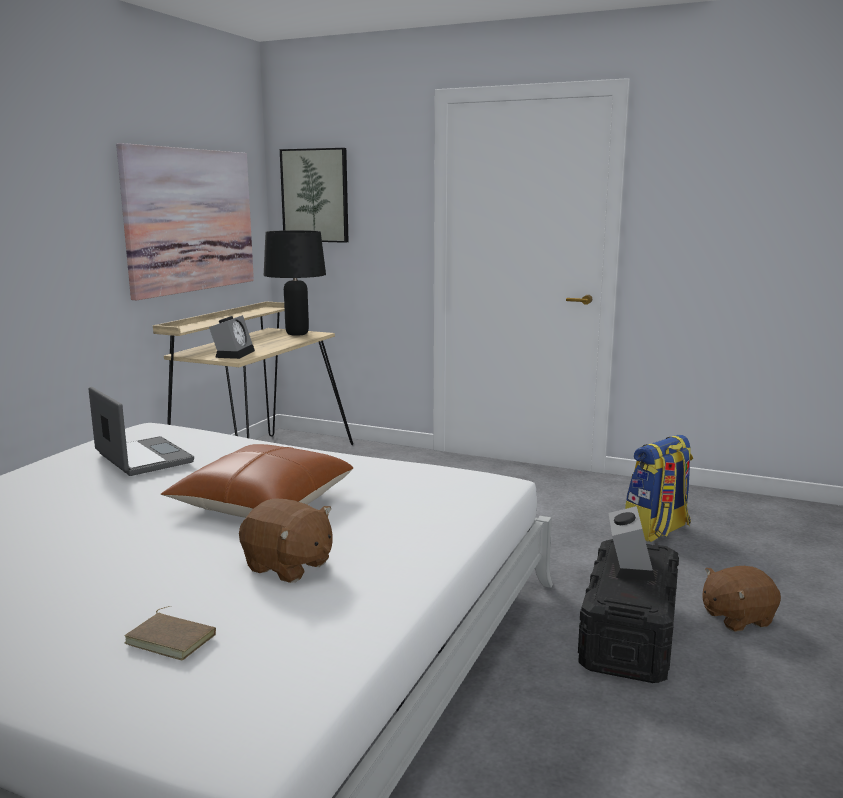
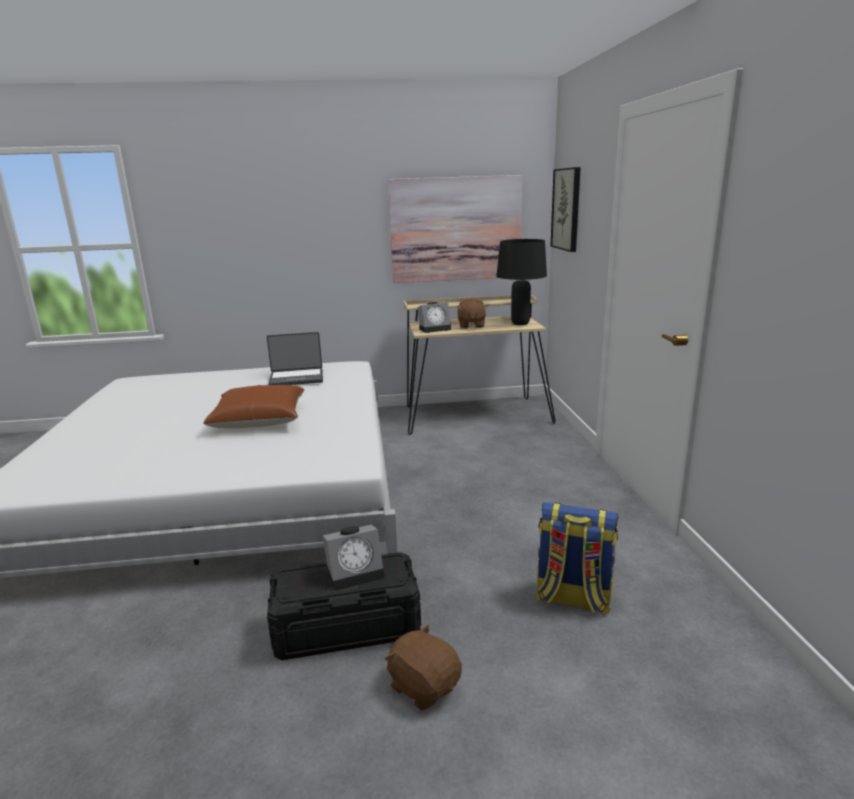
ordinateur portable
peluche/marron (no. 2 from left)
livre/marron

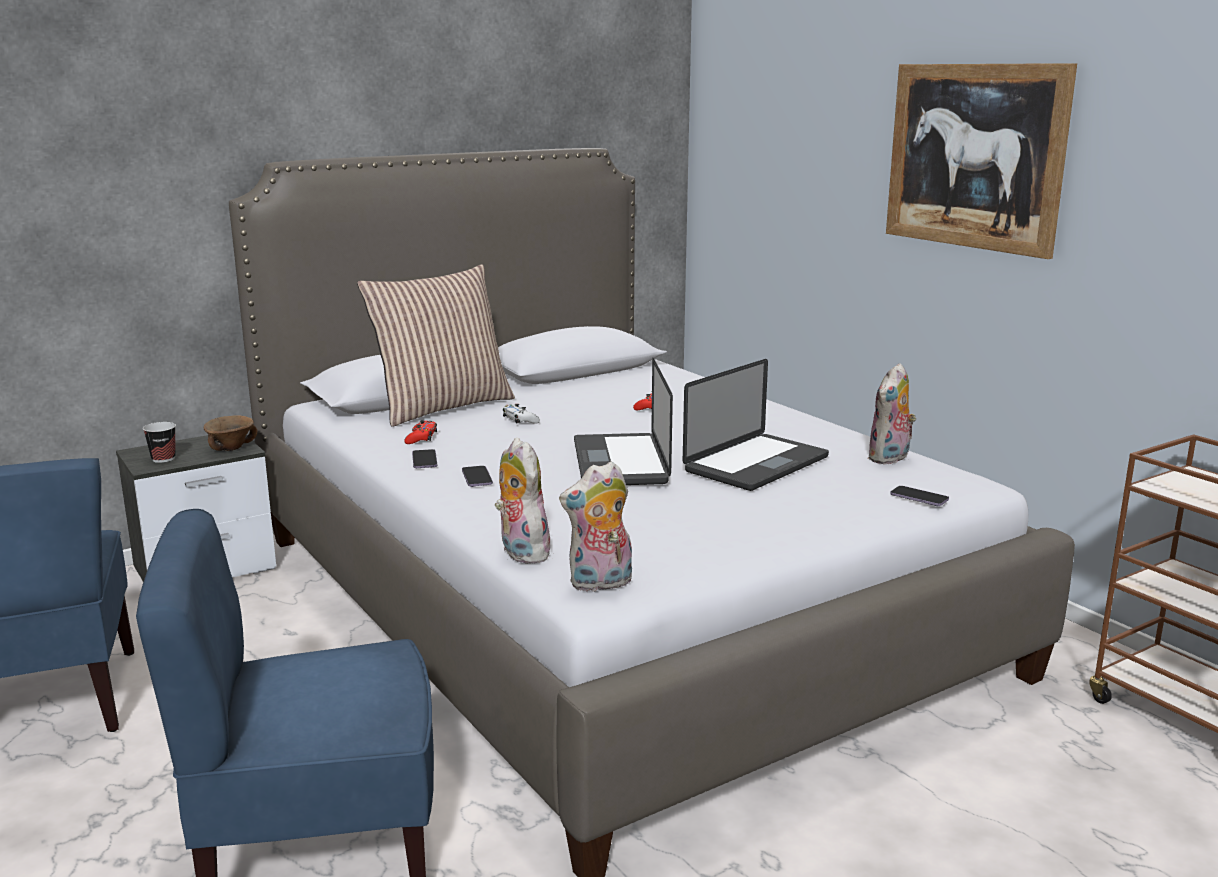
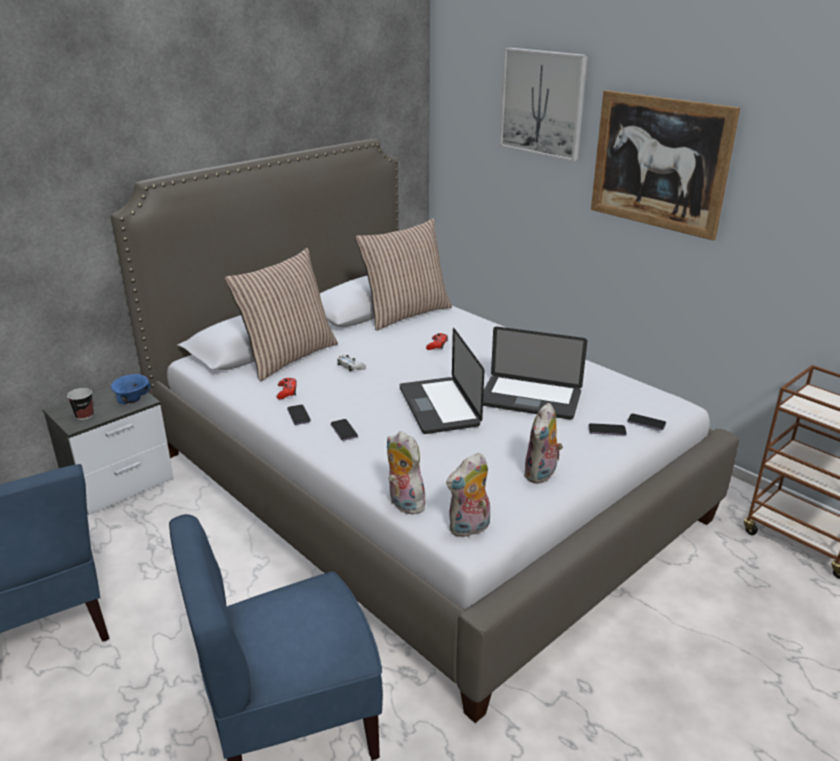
bol/bleu
coussin (no. 2 from left)
ordinateur portable (no. 2 from left)
tableau (no. 1 from left)
peluche (no. 3 from left)
téléphone (no. 3 from left)

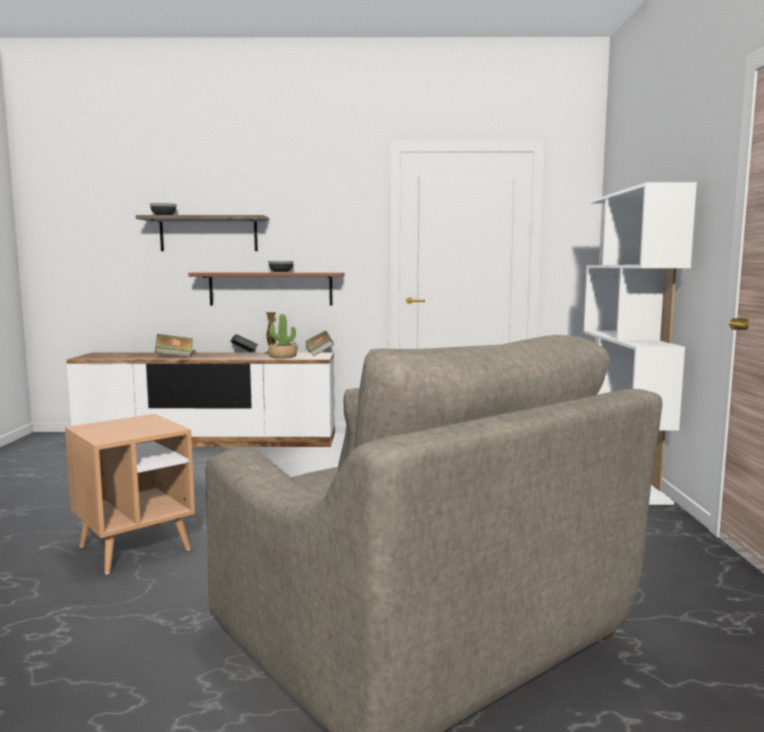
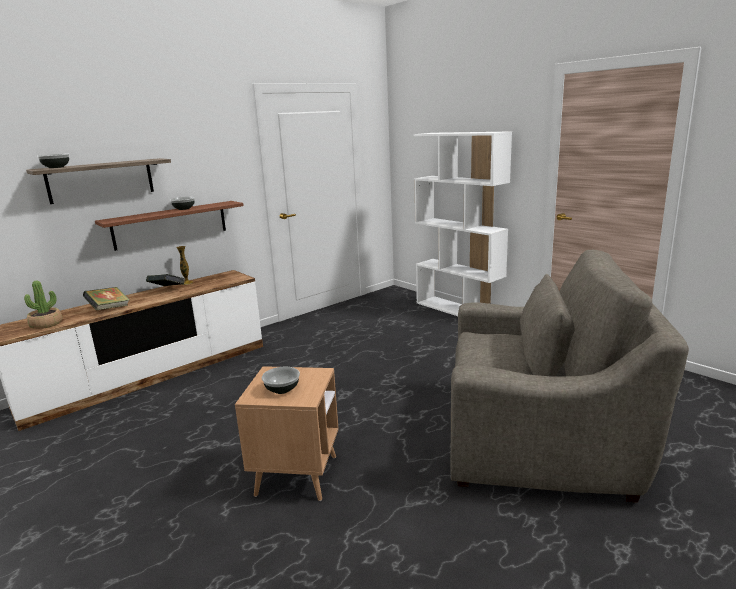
plante en pot
bol (no. 3 from left)
livre (no. 3 from left in the first image)

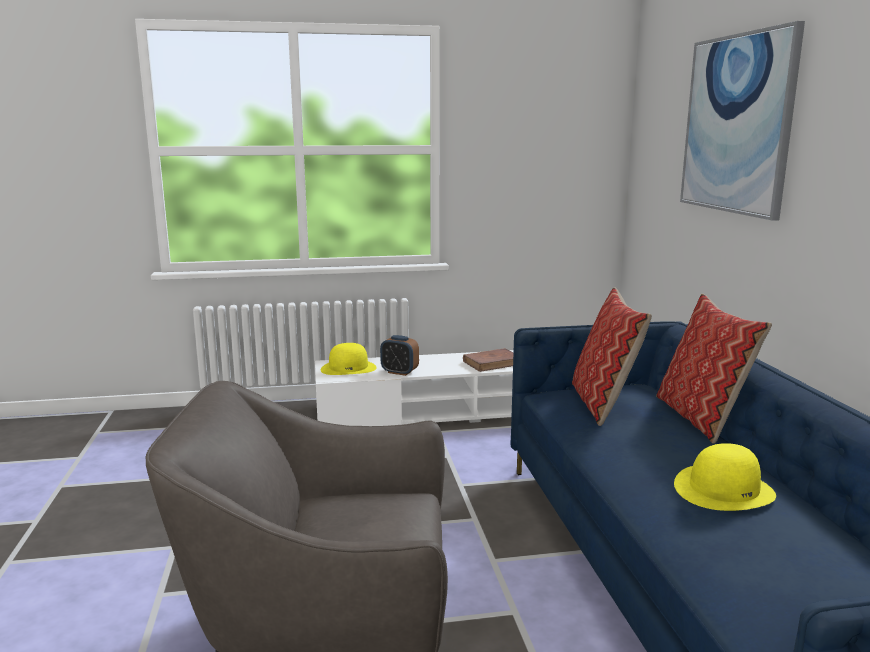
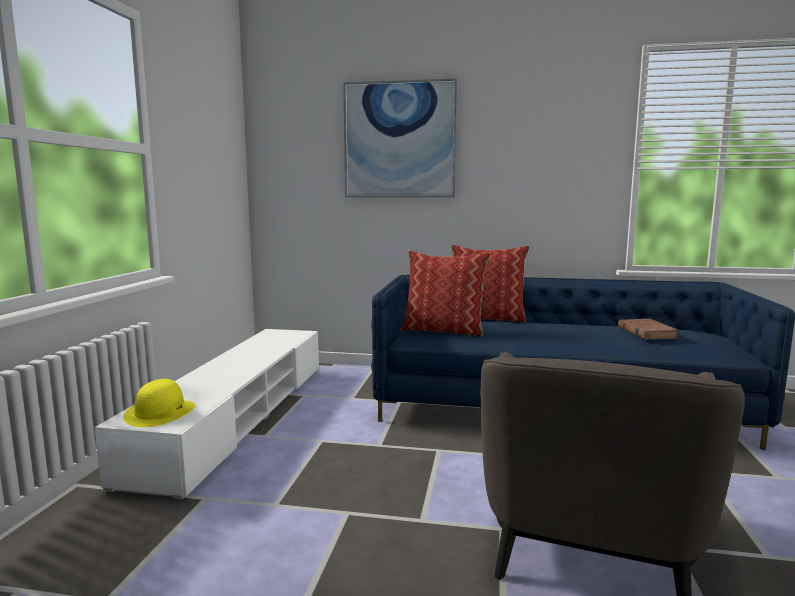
livre/marron
réveil
chapeau/jaune (no. 2 from left in the first image)

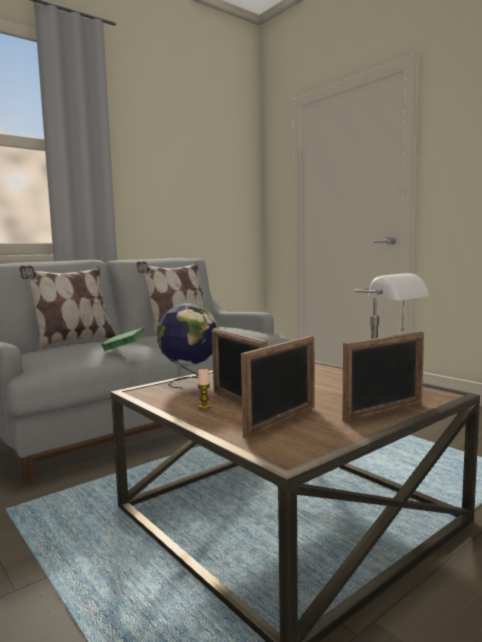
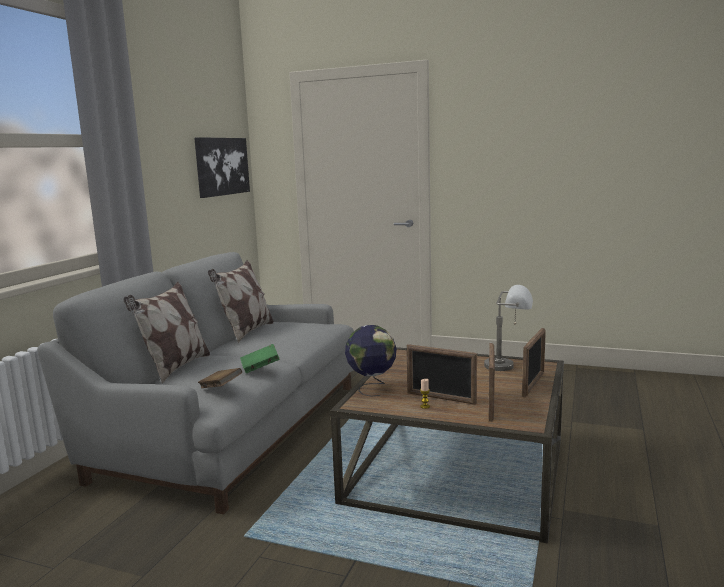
tableau
livre/marron

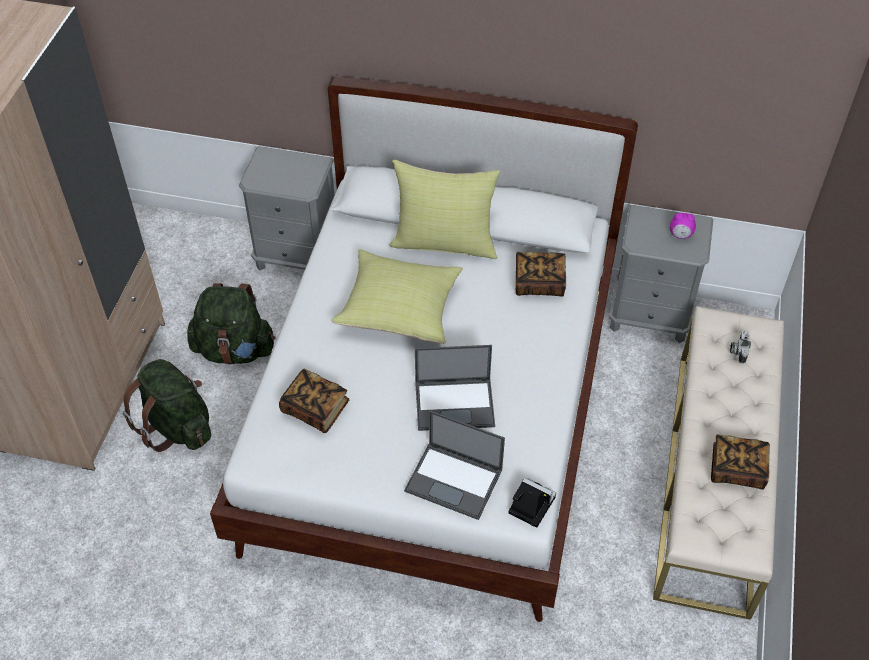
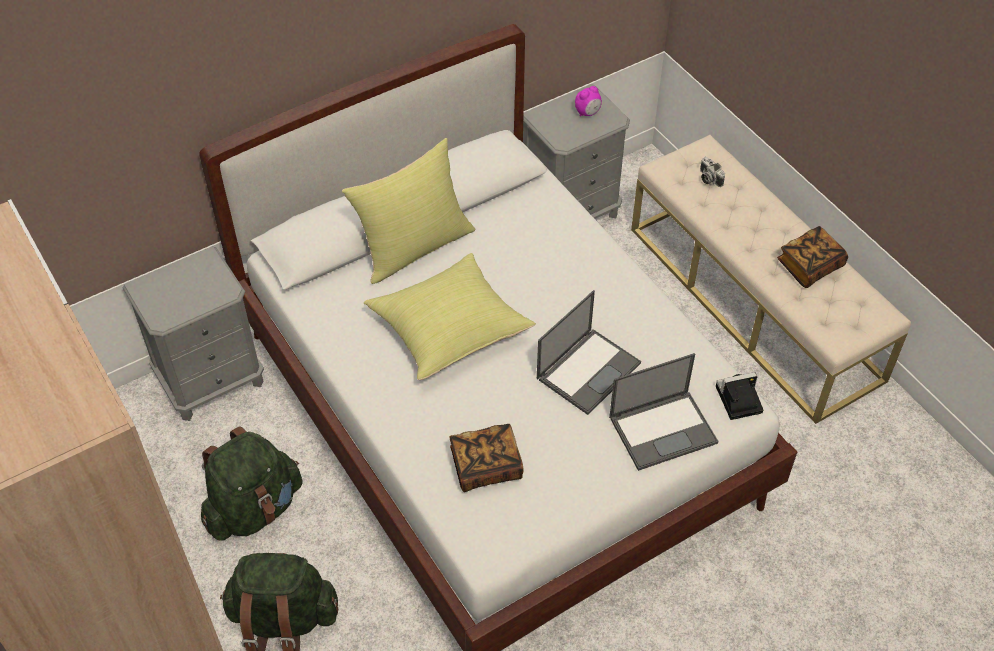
livre (no. 2 from left in the first image)

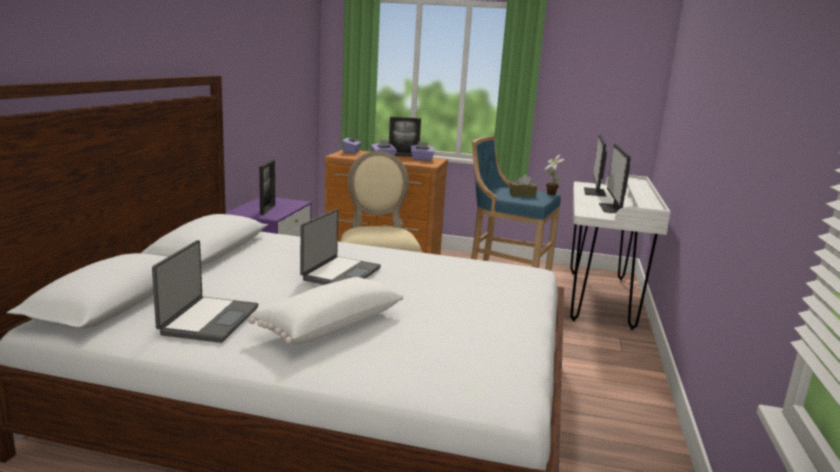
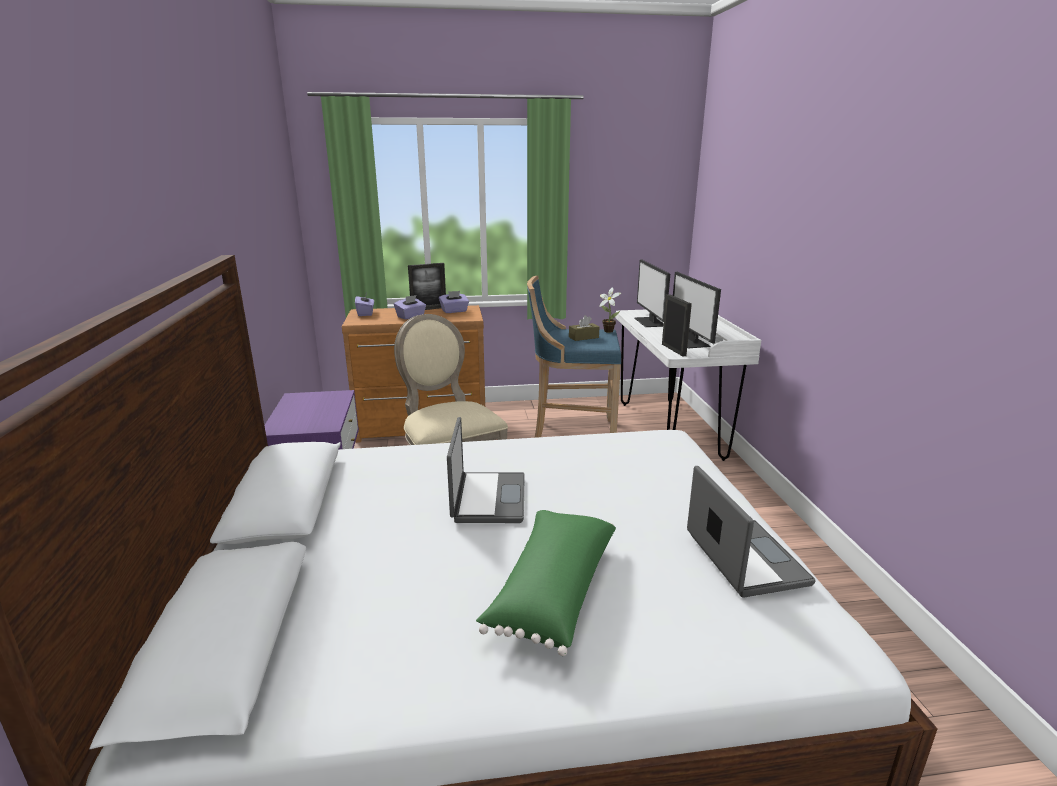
coussin/vert
cadre photo (no. 2 from left)
ordinateur portable (no. 2 from left)

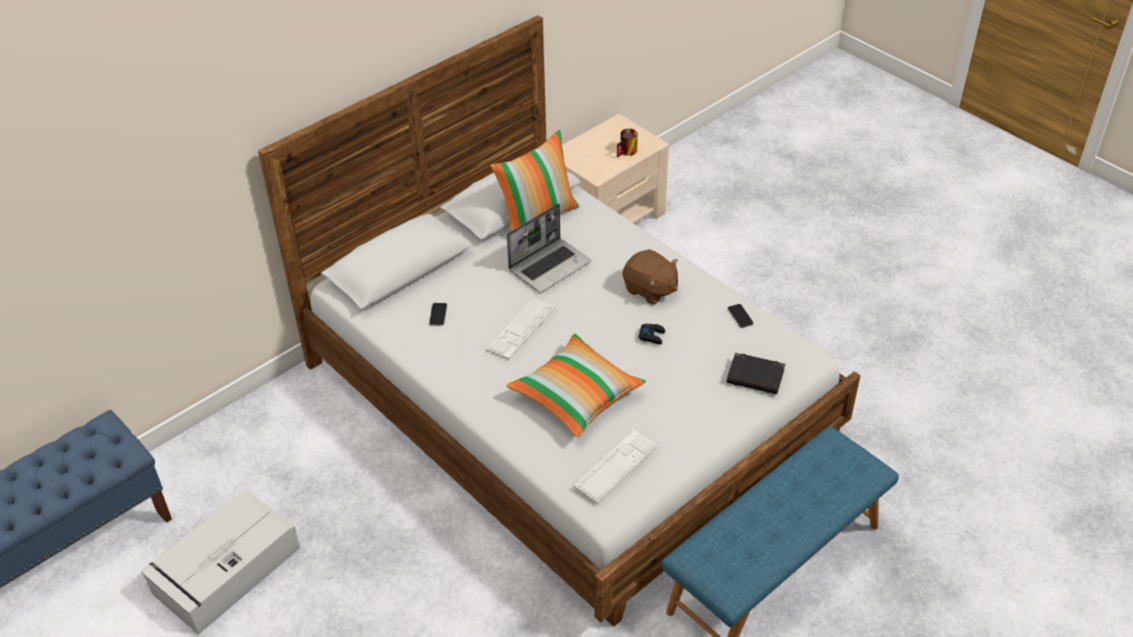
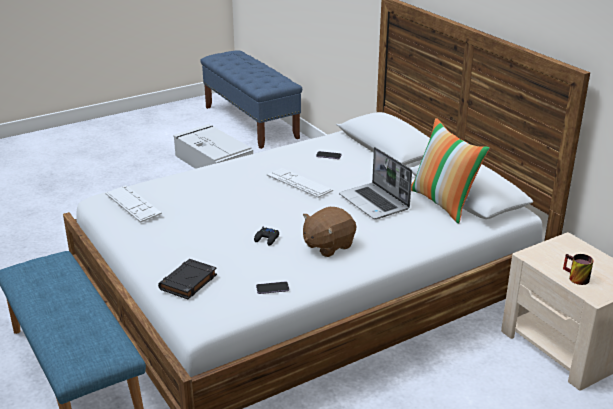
coussin (no. 2 from left in the first image)

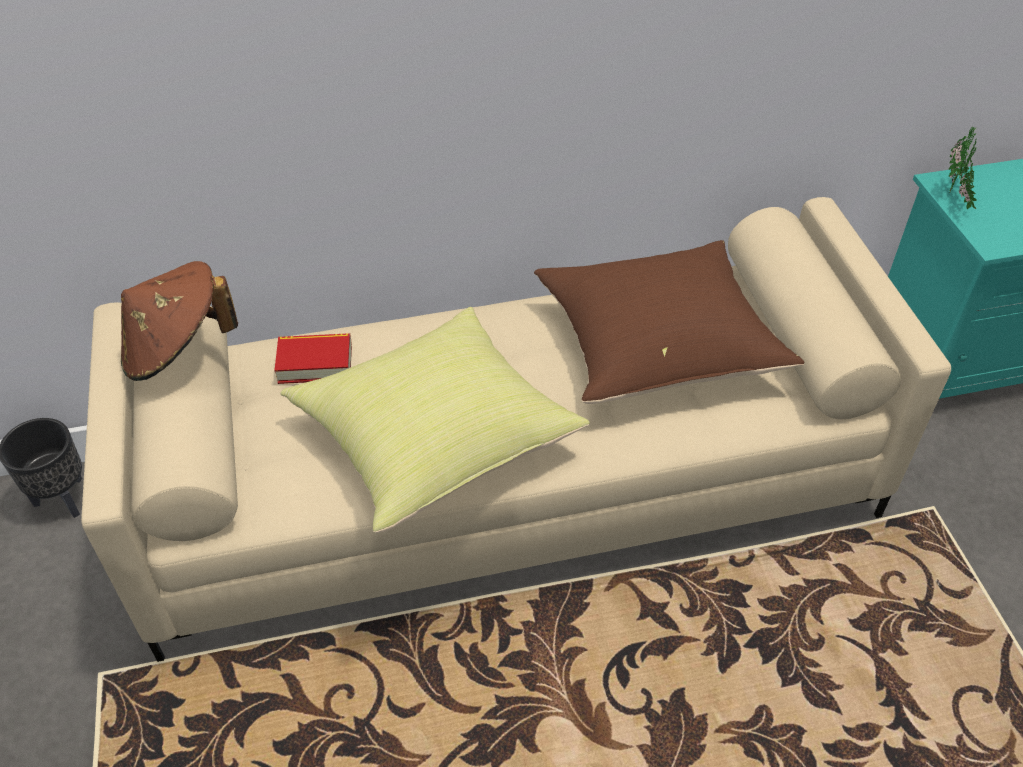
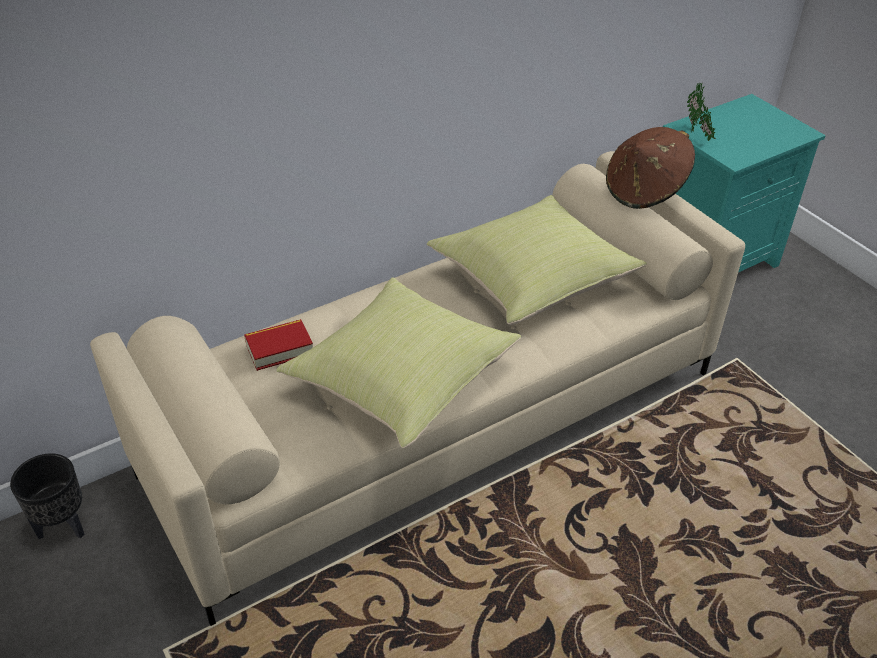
coussin/jaune (no. 2 from left)
chapeau/marron

